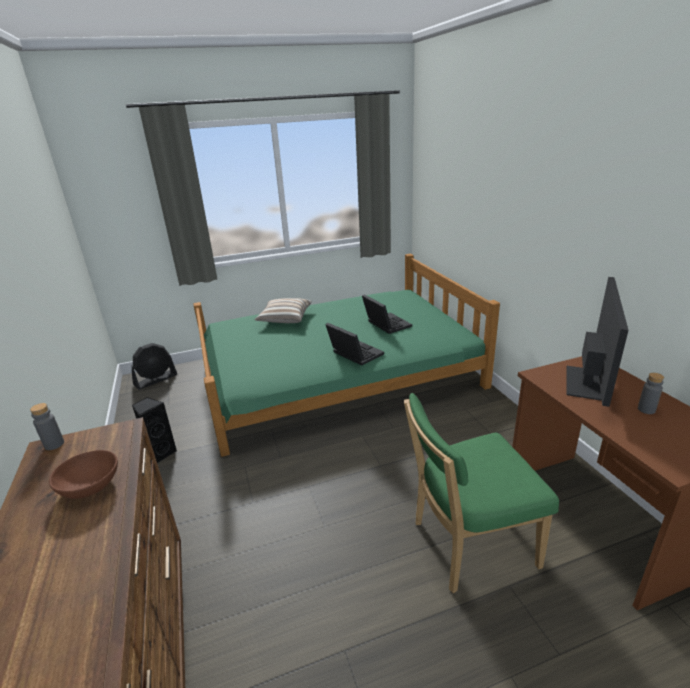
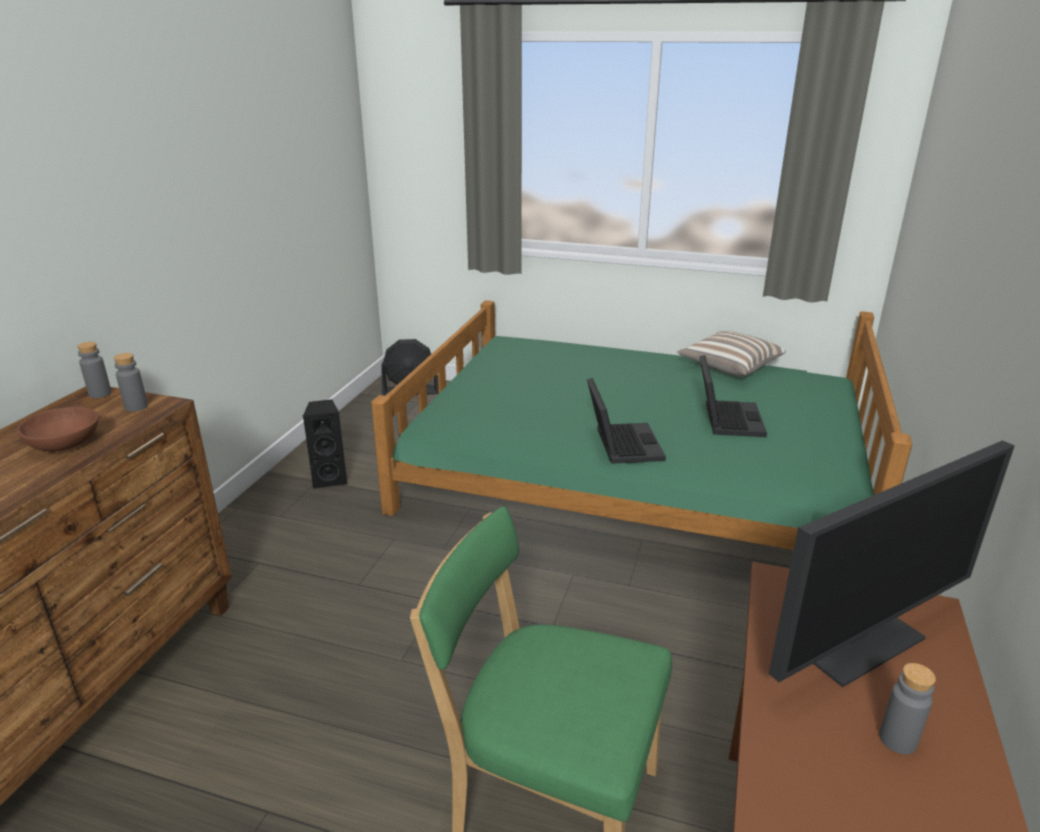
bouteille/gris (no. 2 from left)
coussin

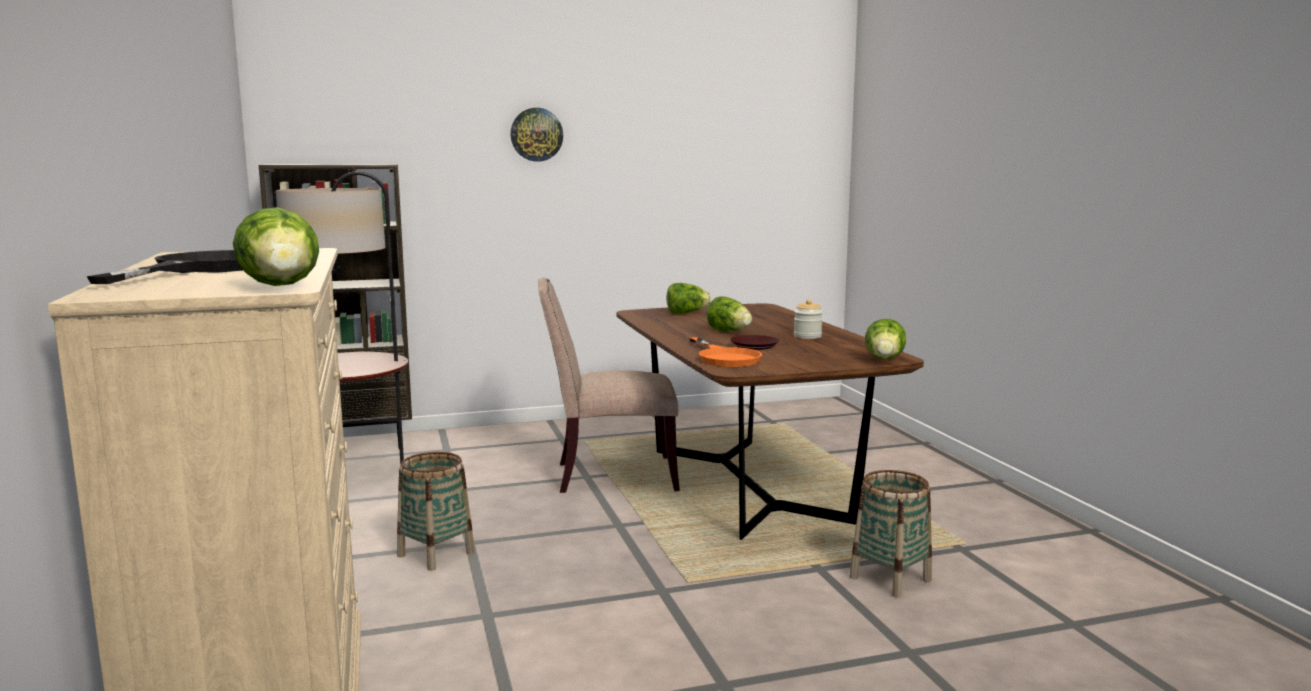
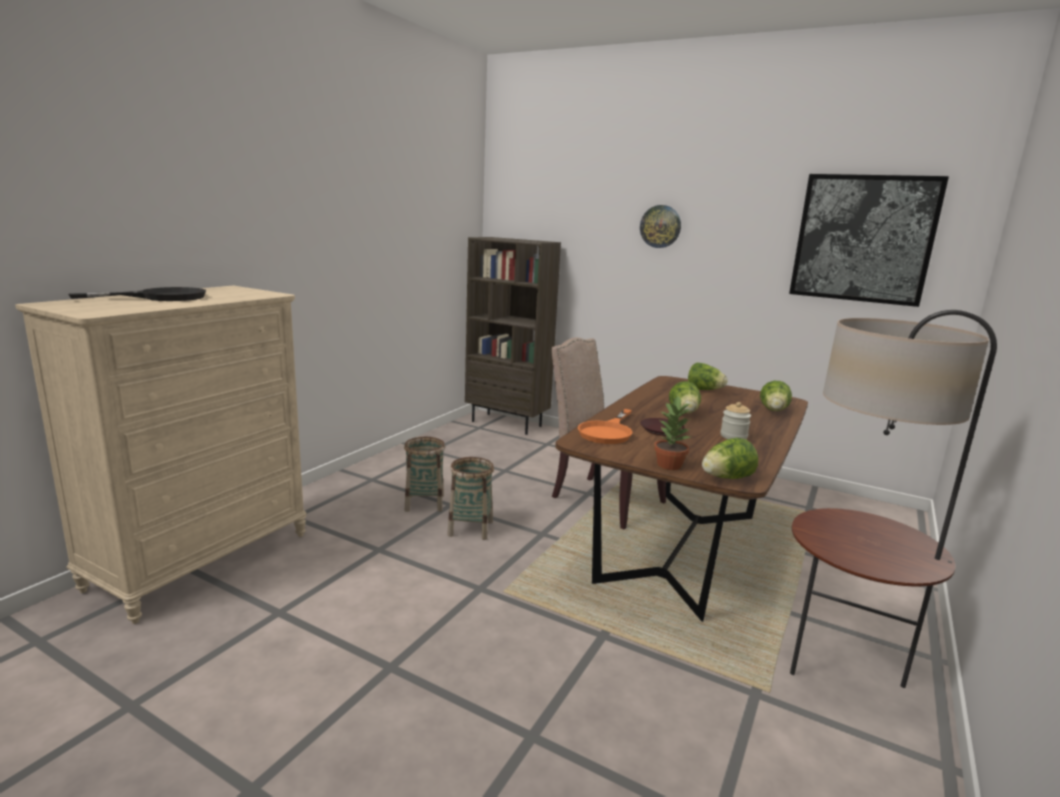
panier (no. 2 from left)
plante en pot
laitue (no. 4 from left)
tableau
lampadaire

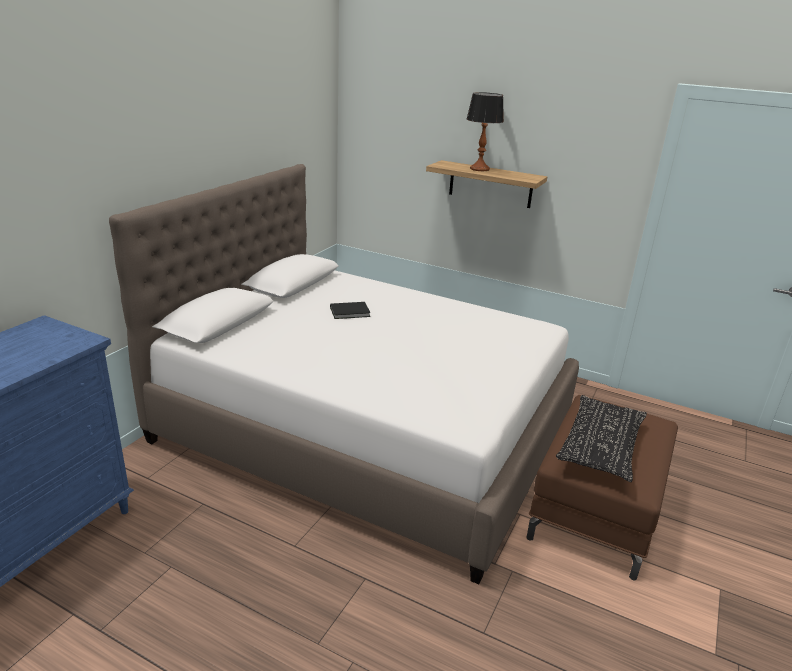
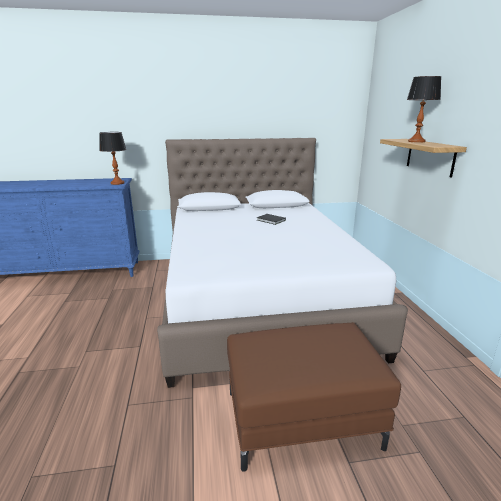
lampe de table (no. 1 from left)
coussin/noir

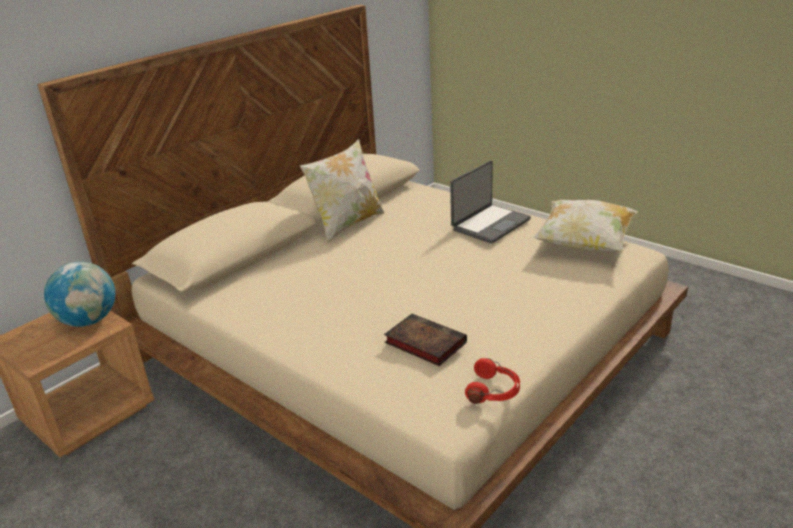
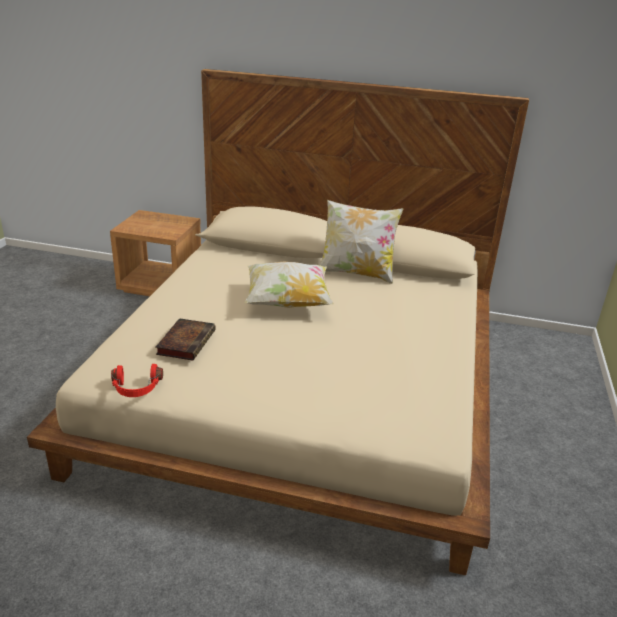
coussin (no. 1 from left)
globe
ordinateur portable

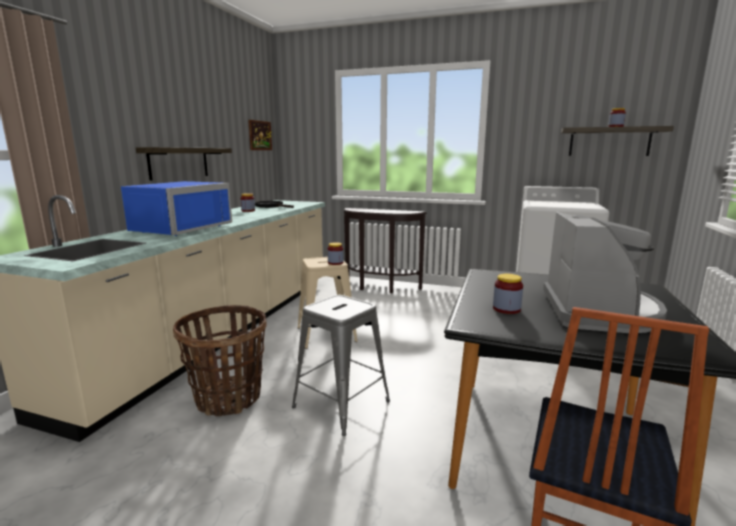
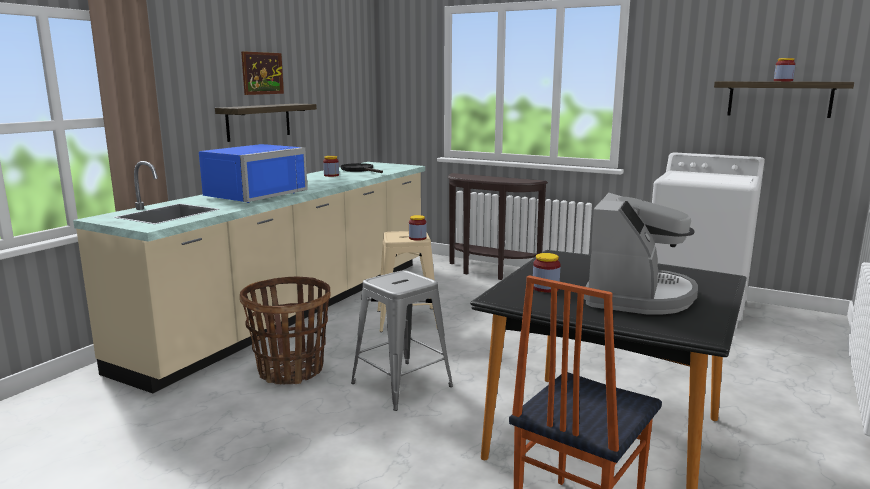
tableau

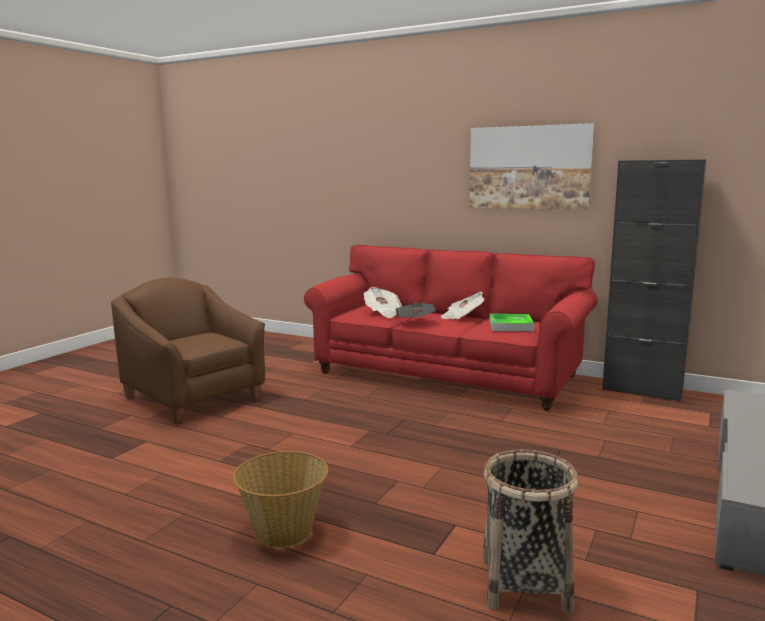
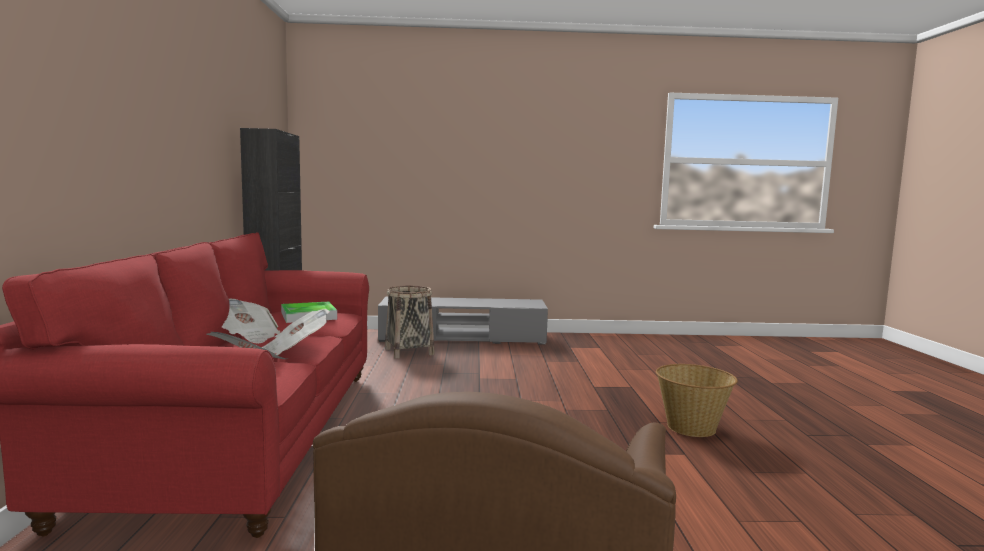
panier (no. 1 from left)
tableau

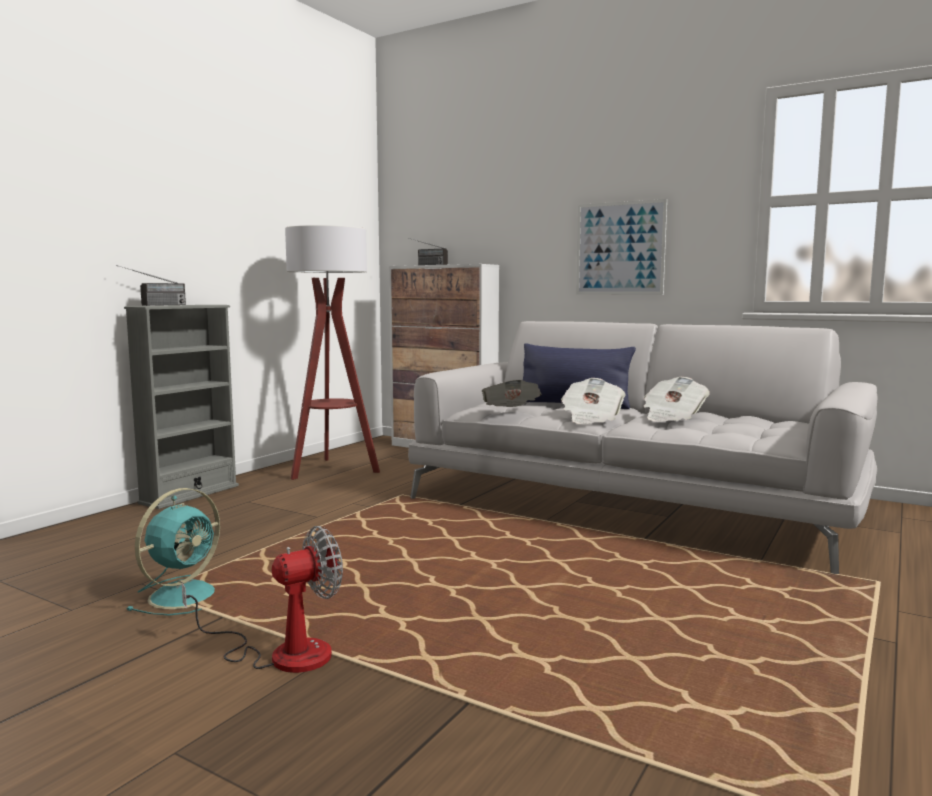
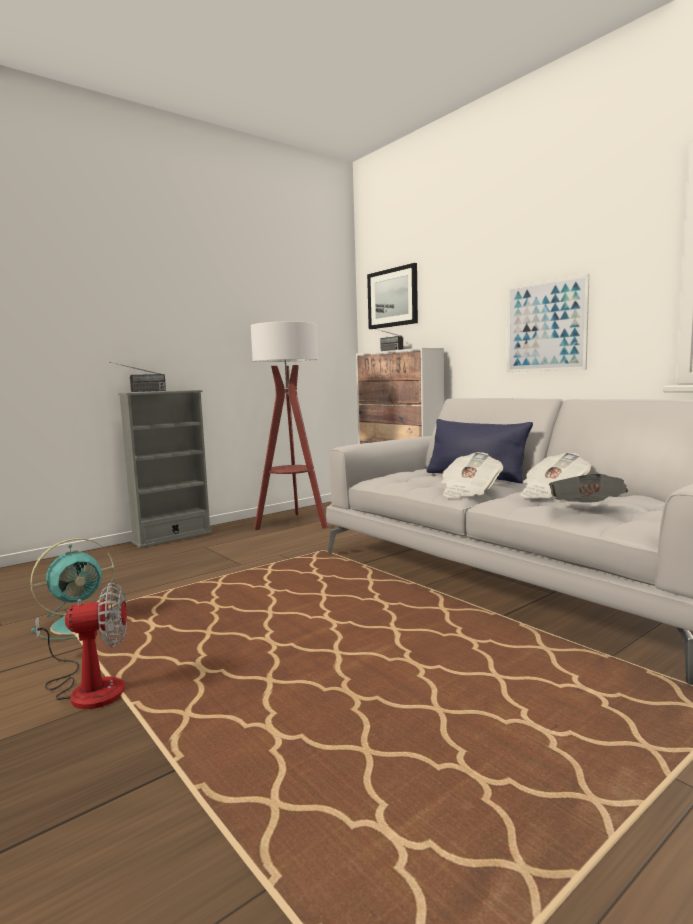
tableau (no. 1 from left)
journal (no. 3 from left)

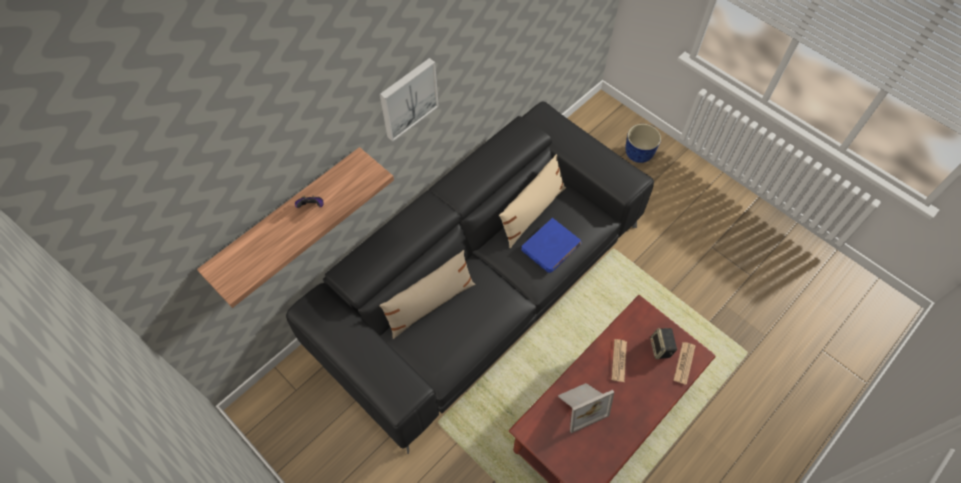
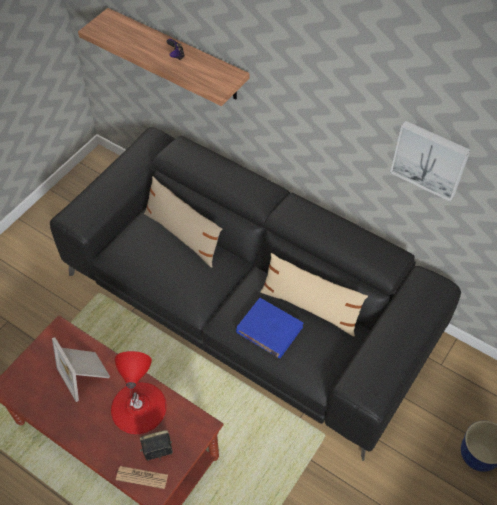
lampe de table/rouge
tableau

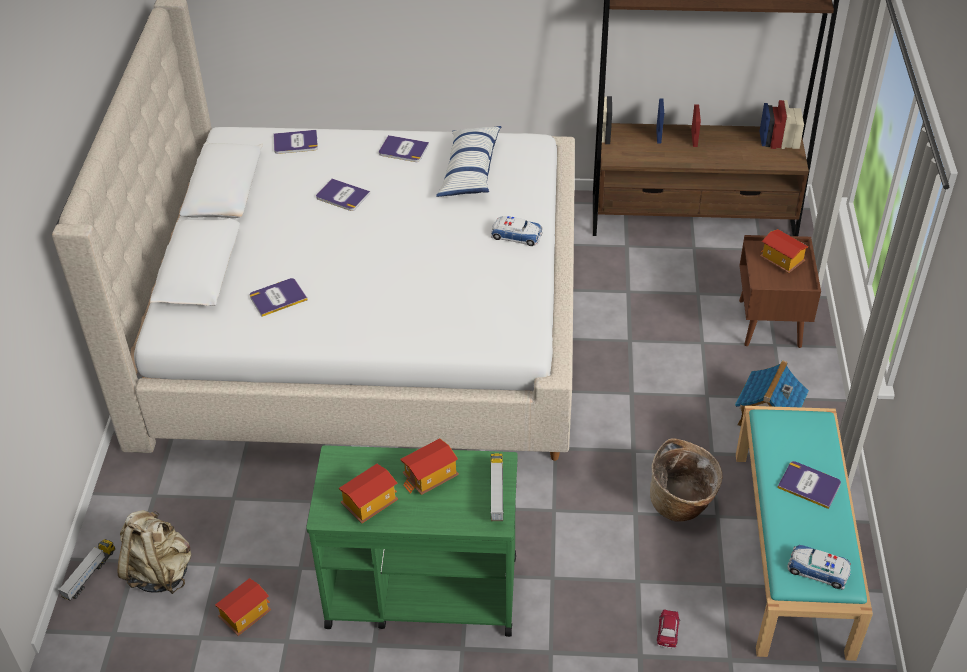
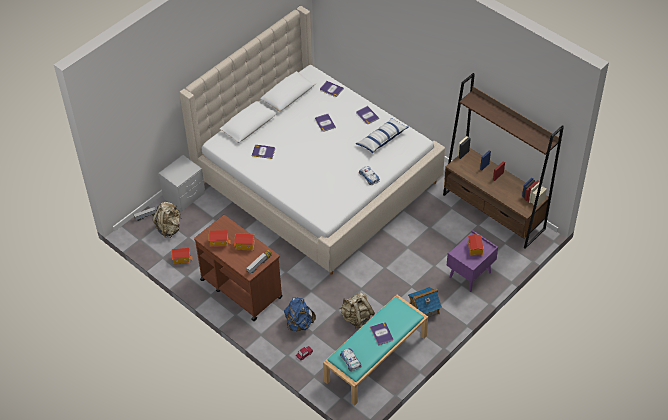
table de chevet/gris
chariot/marron
sac à dos/bleu
sac à dos/beige (no. 2 from left)
table de chevet/violet

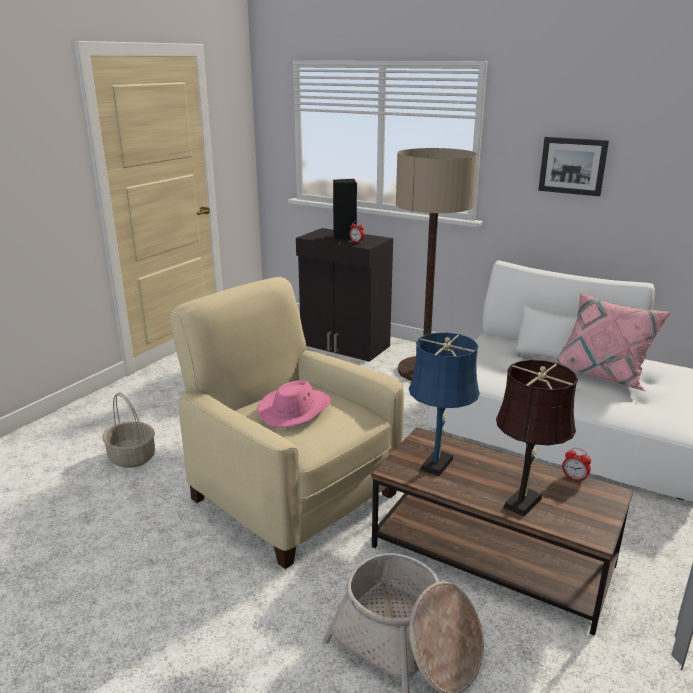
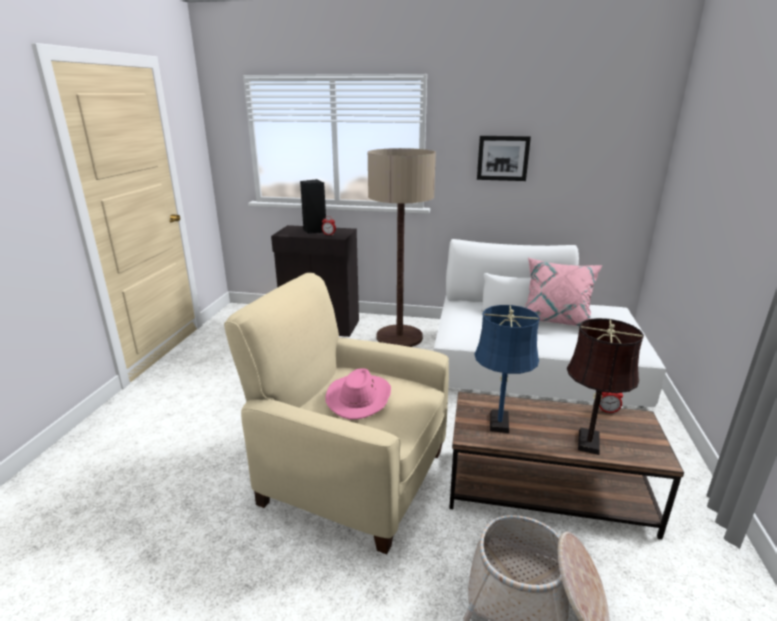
panier (no. 1 from left in the first image)

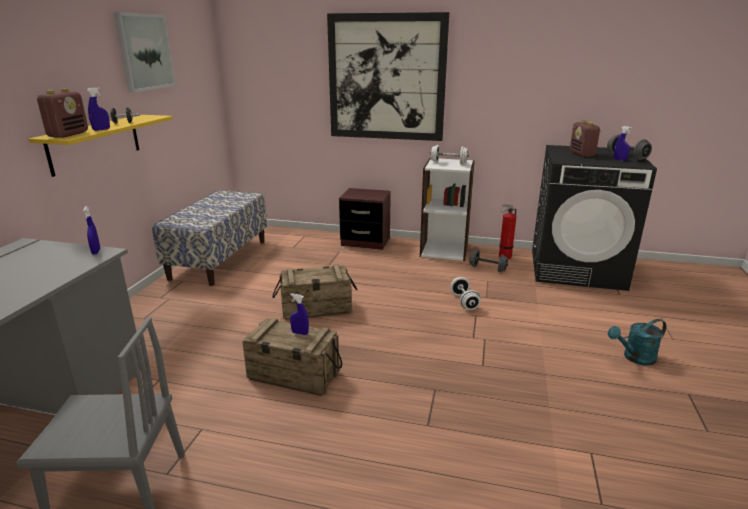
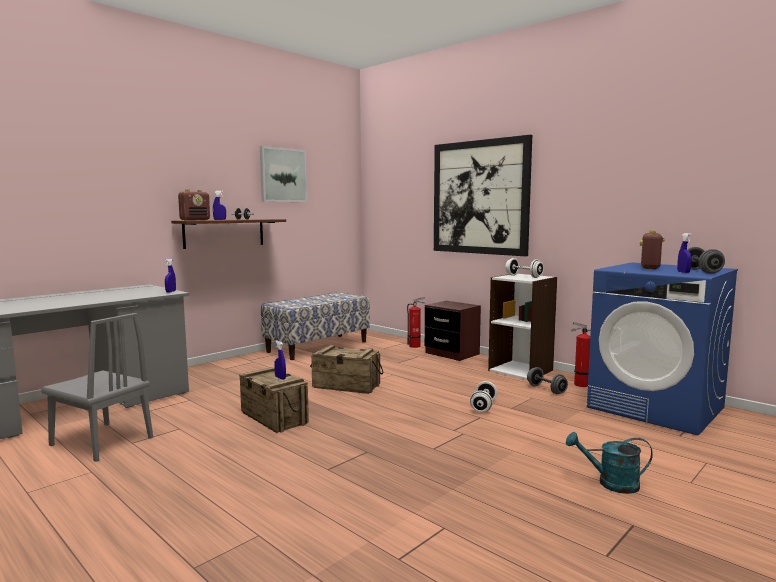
étagère/marron
extincteur (no. 1 from left)
lave-linge/bleu

